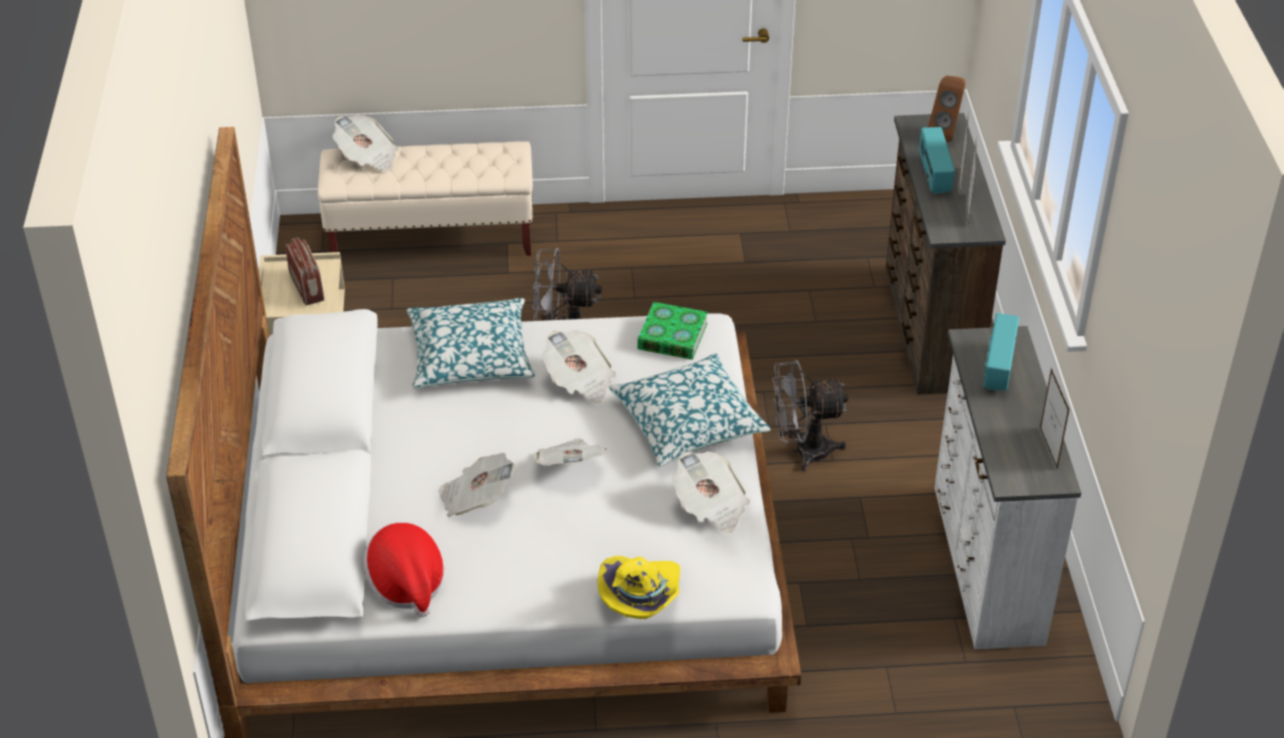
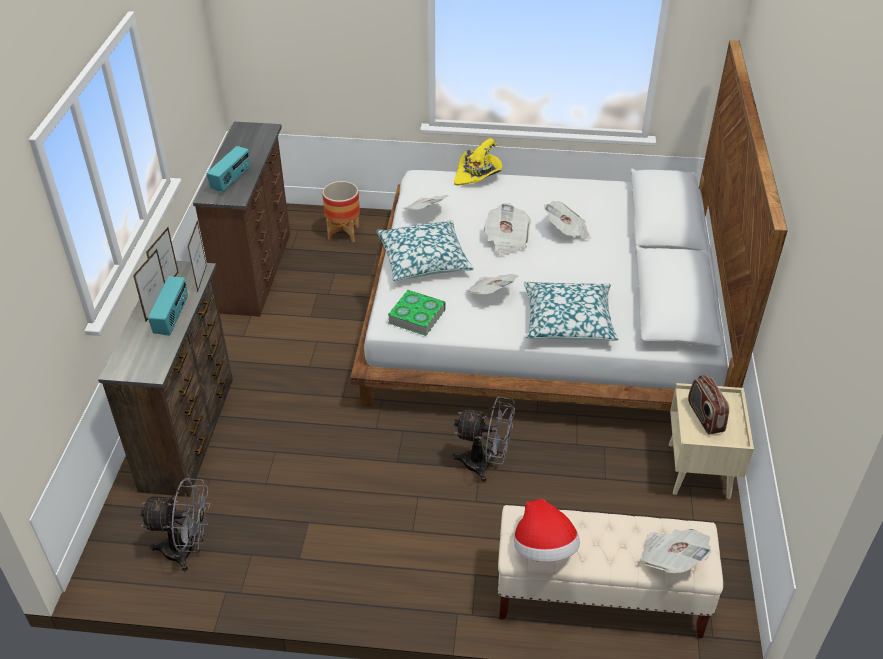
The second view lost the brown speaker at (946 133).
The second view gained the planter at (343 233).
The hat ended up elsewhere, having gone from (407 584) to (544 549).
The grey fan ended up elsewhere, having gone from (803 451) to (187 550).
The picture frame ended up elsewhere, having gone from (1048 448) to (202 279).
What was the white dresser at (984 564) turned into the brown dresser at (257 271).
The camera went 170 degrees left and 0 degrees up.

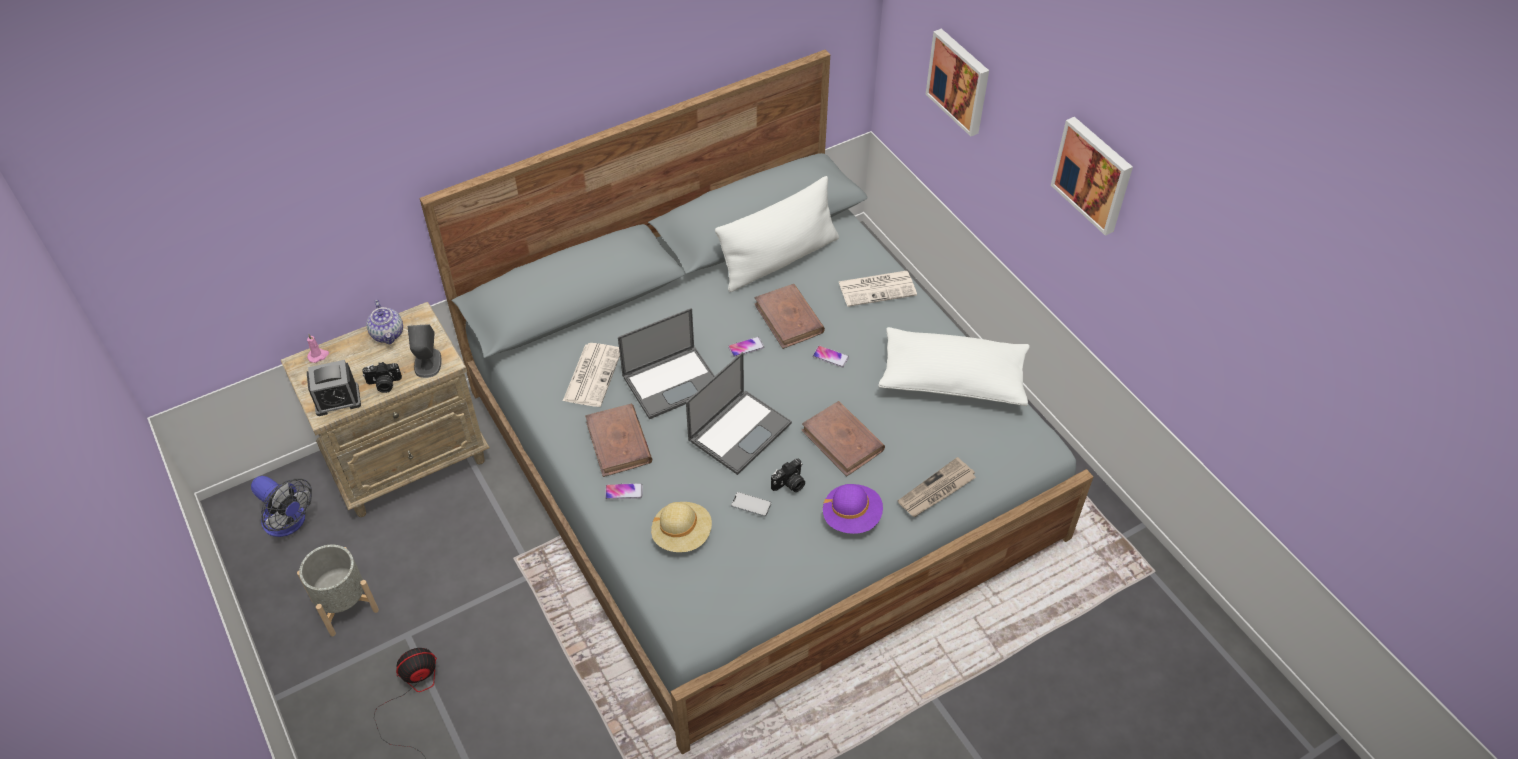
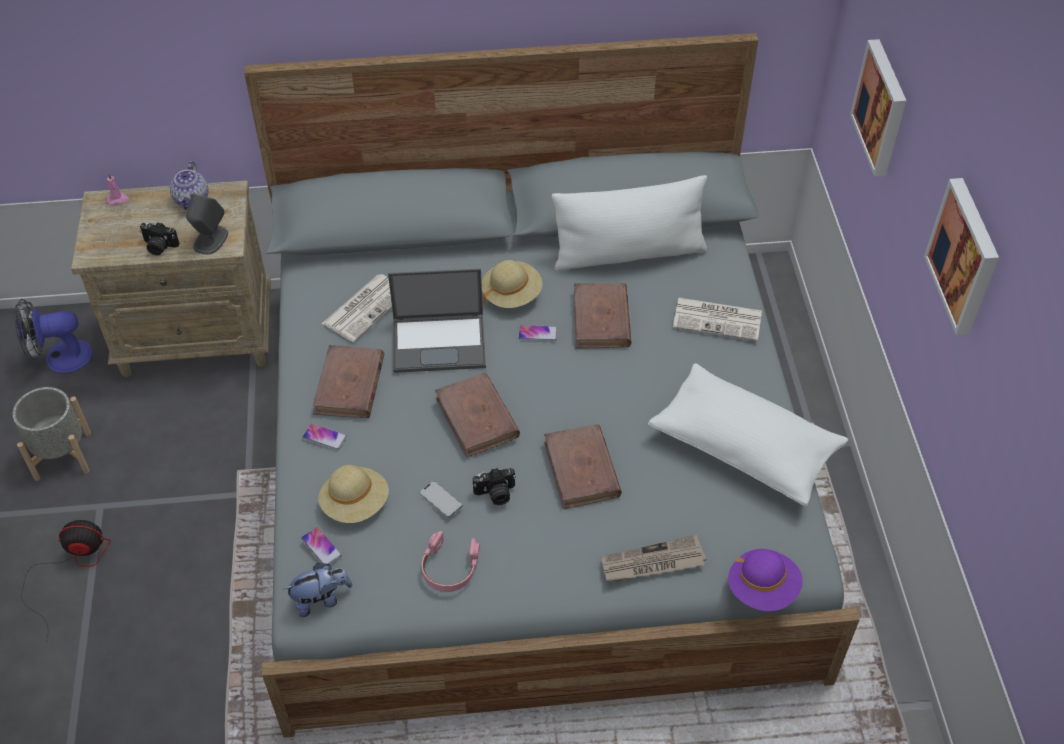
The second view lost the alarm clock at (337 400).
The second view gained the plush toy at (321 599).
The second view gained the pink headphones at (449 568).
The second view gained the beige hat at (511 294).
The phone ended up elsewhere, having gone from (830 357) to (321 547).
The purple hat ended up elsewhere, having gone from (852 517) to (763 588).
Where the laptop stood at (740 430), the brown book came to stand at (477 418).
The fan at (289 523) ended up facing another way, 105 degrees clockwise from before.
The camera went 25 degrees right and 0 degrees up.

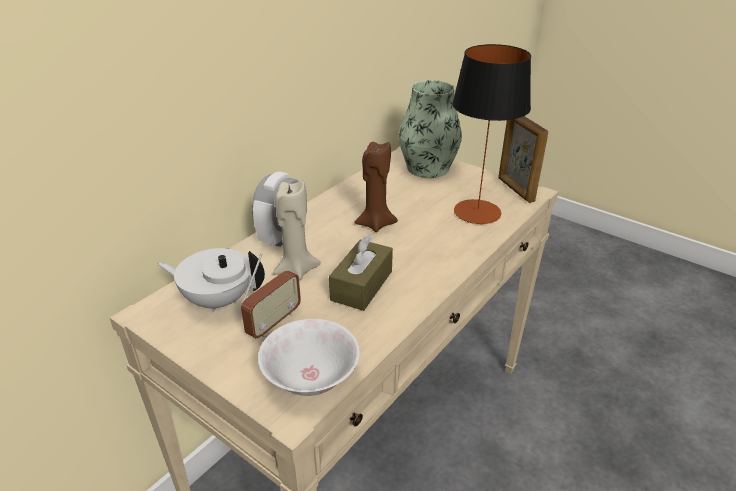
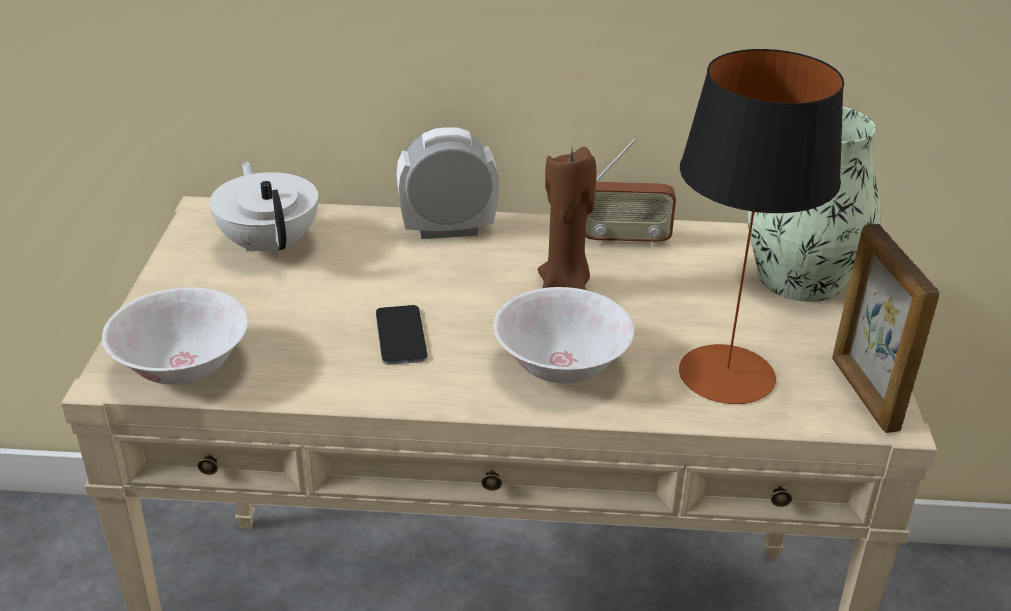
The second view lost the beige candle at (296 270).
The second view gained the white bowl at (562 367).
The radio ended up elsewhere, having gone from (274 323) to (625 241).
Where the brown tissue box stood at (361 285), the phone came to stand at (401 335).
The picture frame at (515 190) ended up facing another way, 45 degrees counterclockwise from before.
The camera went 55 degrees right and 0 degrees up.

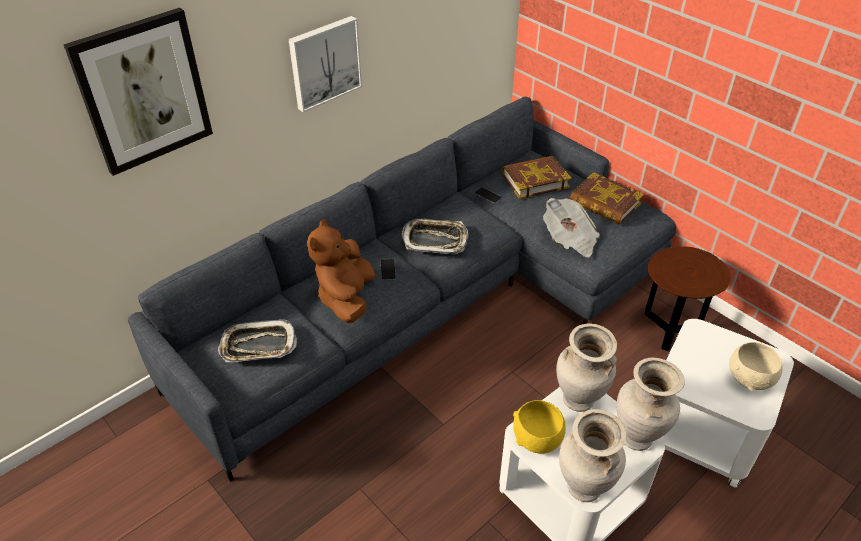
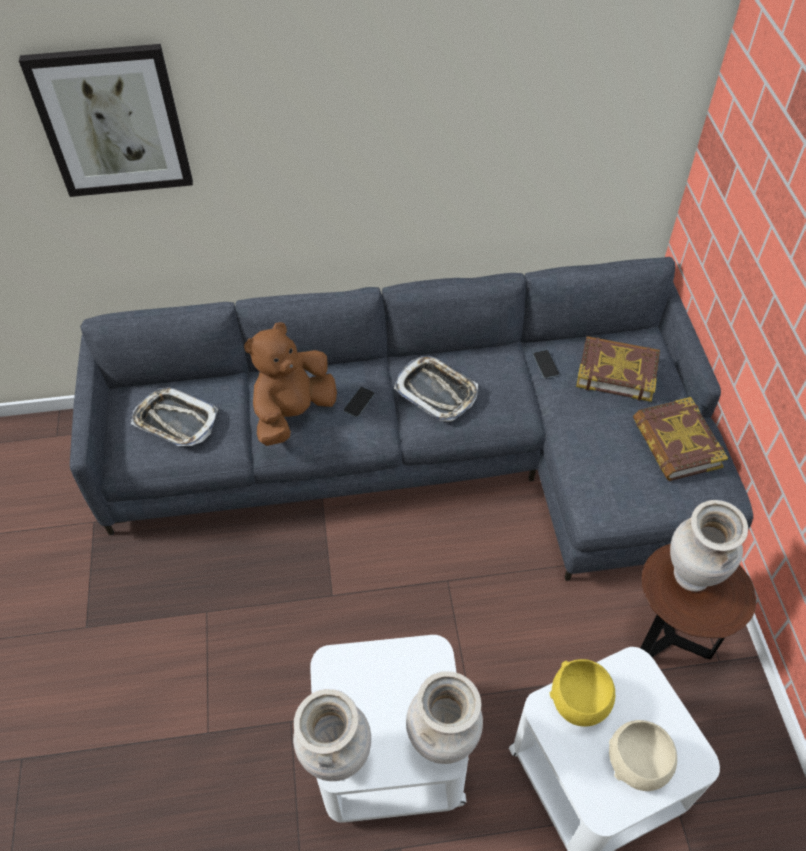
The second view lost the picture at (324 62).
The second view lost the newspaper at (570 239).
The yellow bowl ended up elsewhere, having gone from (537 440) to (579 703).
The beige vase ended up elsewhere, having gone from (578 401) to (690 577).
The camera went 35 degrees right and 10 degrees up.

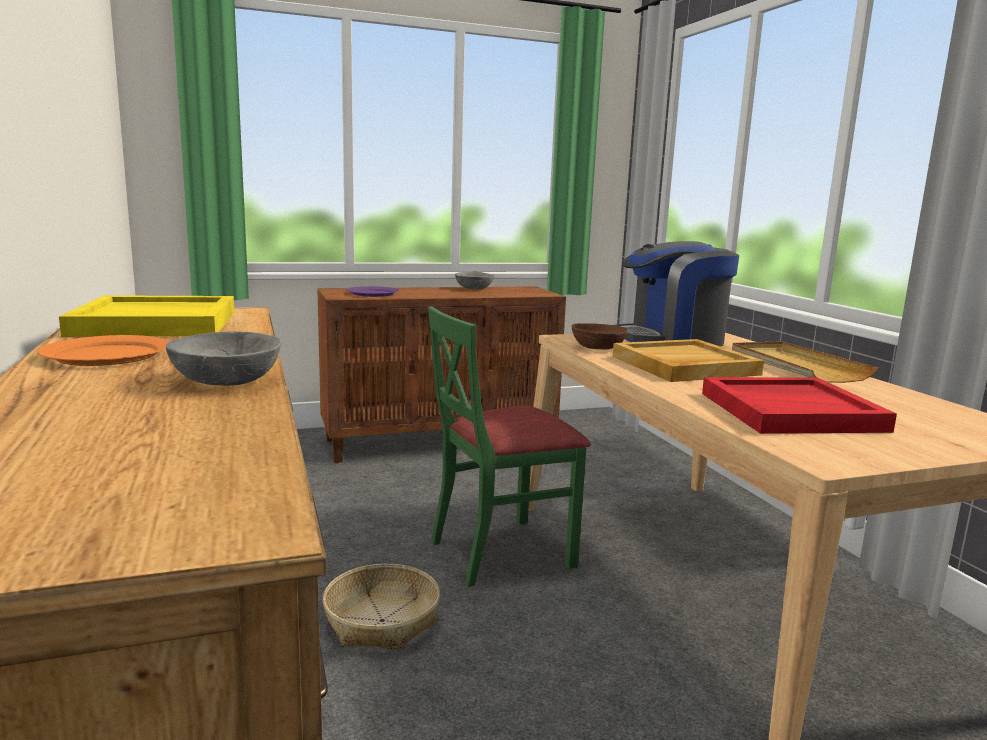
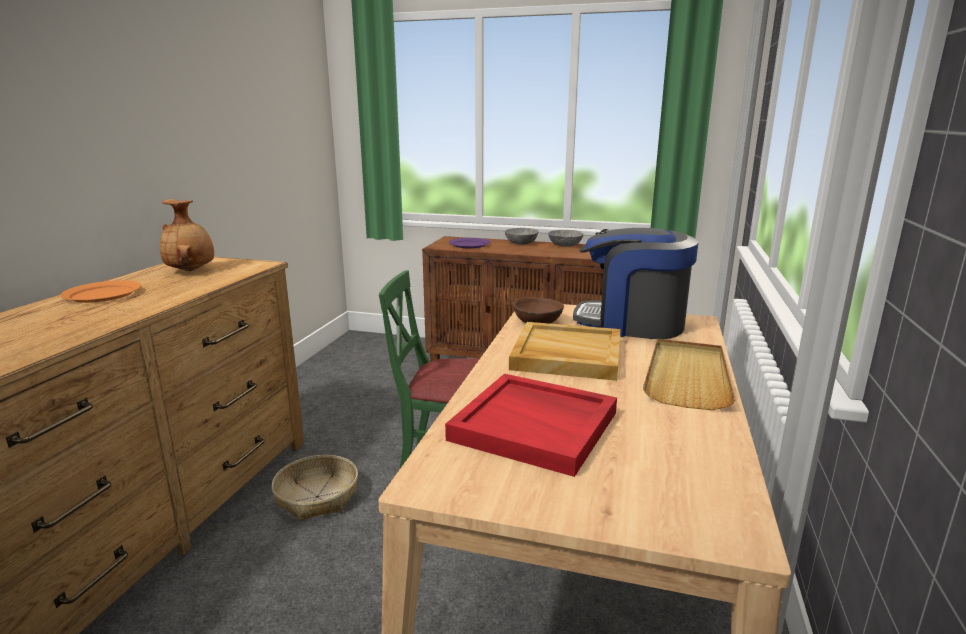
The grey bowl ended up elsewhere, having gone from (226 380) to (521 243).
Where the yellow tray stood at (158 323), the brown vase came to stand at (191 270).
The camera went 35 degrees right and 5 degrees up.

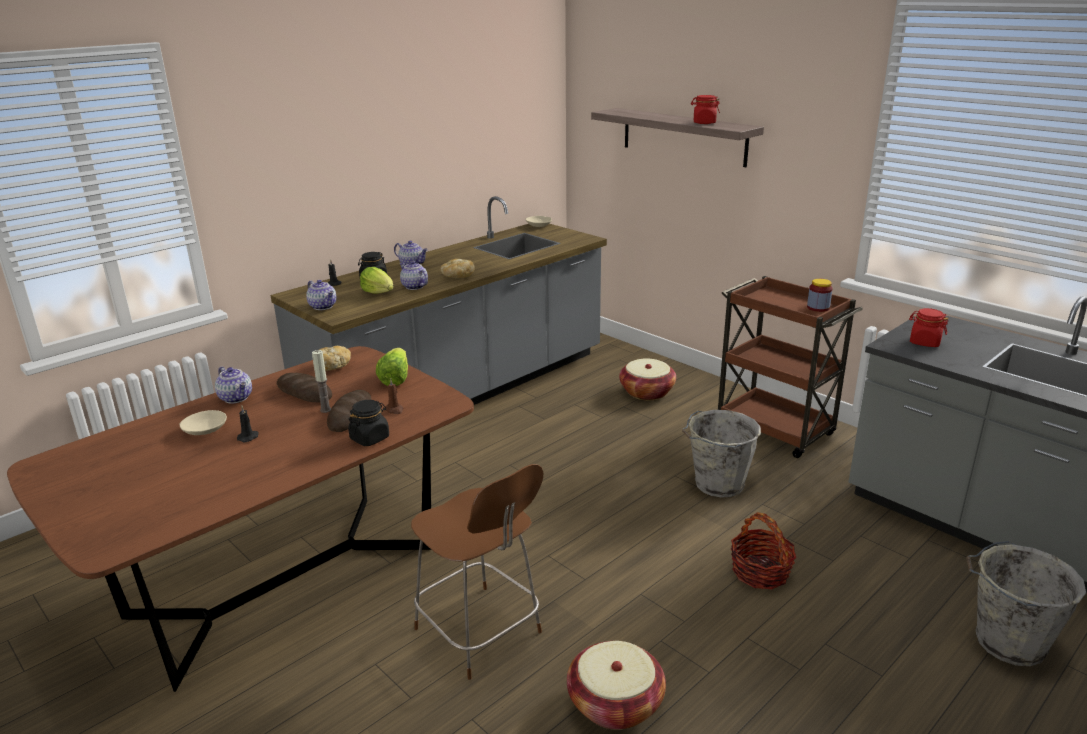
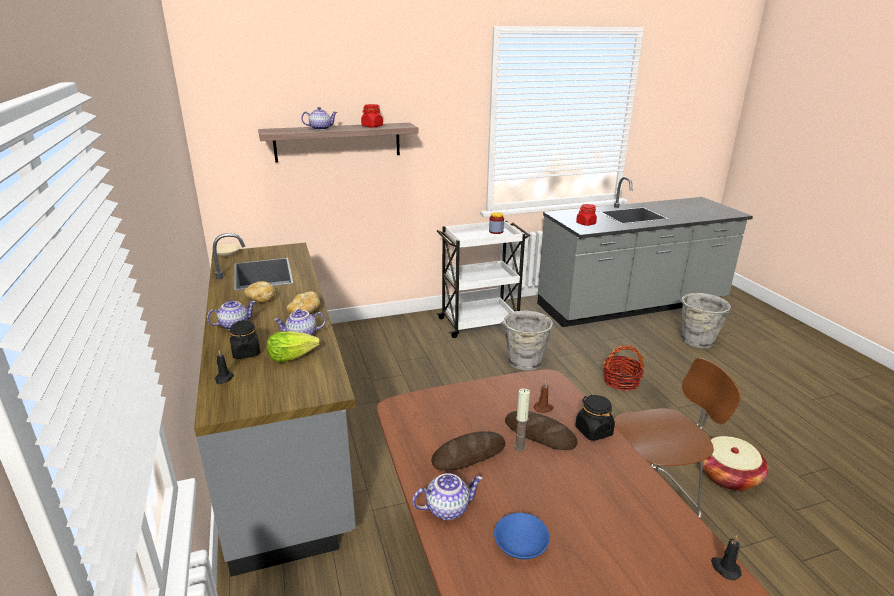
The second view lost the lettuce at (395 379).
The second view lost the basket at (647 392).
The black candle ended up elsewhere, having gone from (248 437) to (725 568).
The teapot ended up elsewhere, having gone from (323 306) to (320 129).
The bread ended up elsewhere, having gone from (333 366) to (261 299).
What was the beige bowl at (204 430) turned into the blue bowl at (520 545).
What was the brown cart at (775 430) turned into the white cart at (479 322).
The camera went 65 degrees left and 0 degrees up.

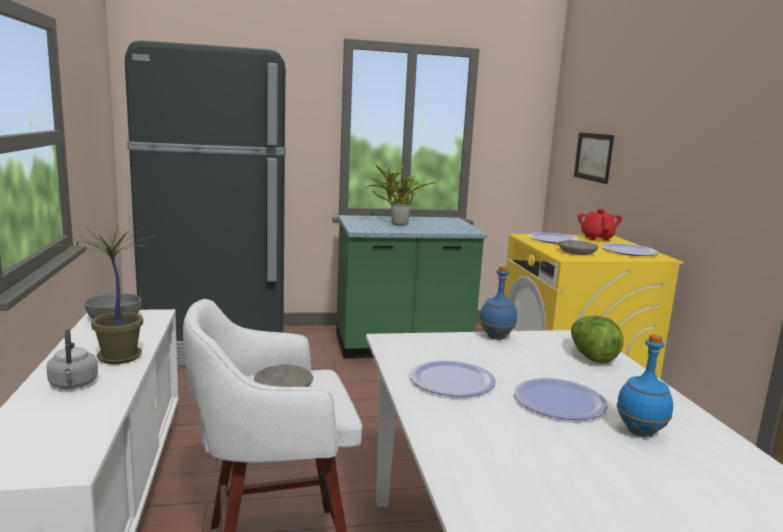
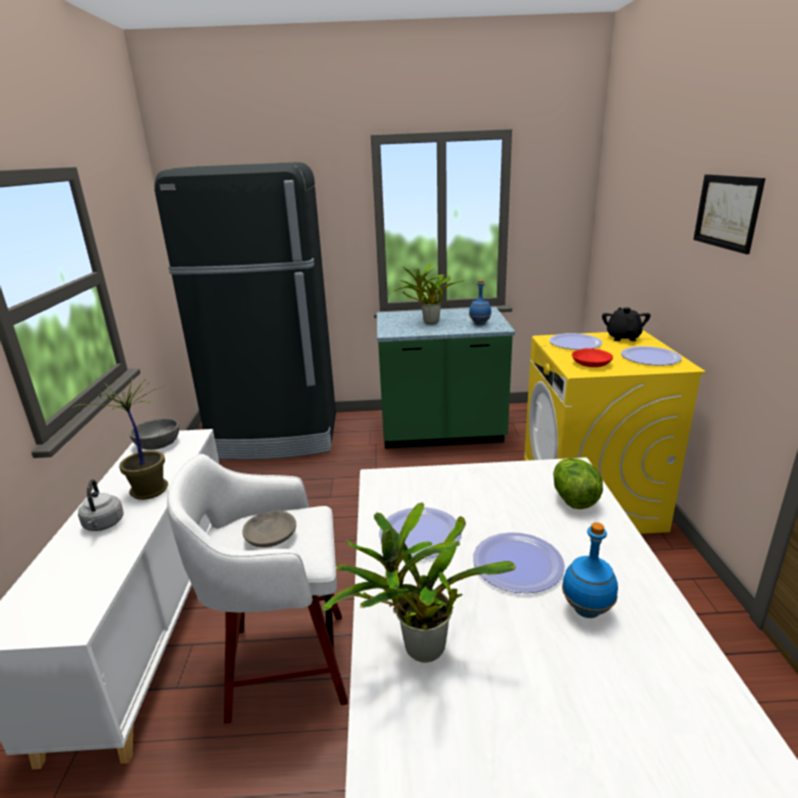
The second view gained the potted plant at (418 649).
The blue bottle ended up elsewhere, having gone from (496 337) to (480 324).
The picture ended up elsewhere, having gone from (593 157) to (727 212).
What was the grey bowl at (576 253) turned into the red bowl at (590 363).
What was the red teapot at (597 238) turned into the black teapot at (623 337).
The camera went 10 degrees right and 10 degrees up.

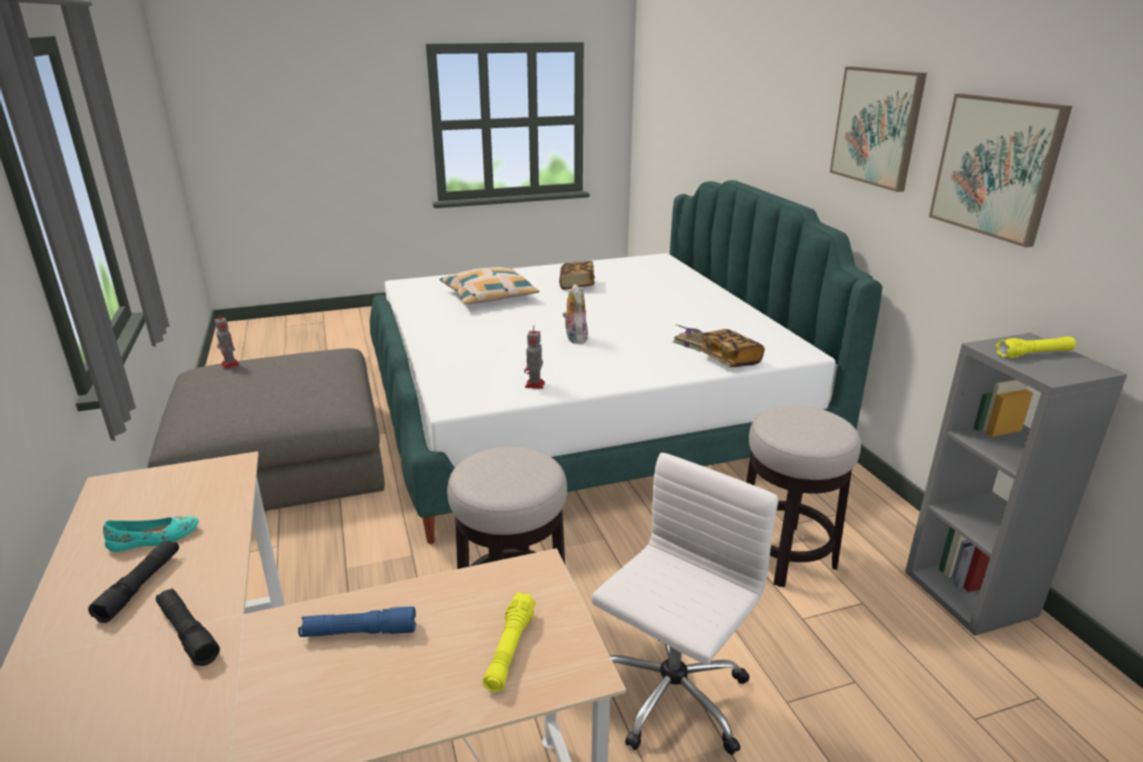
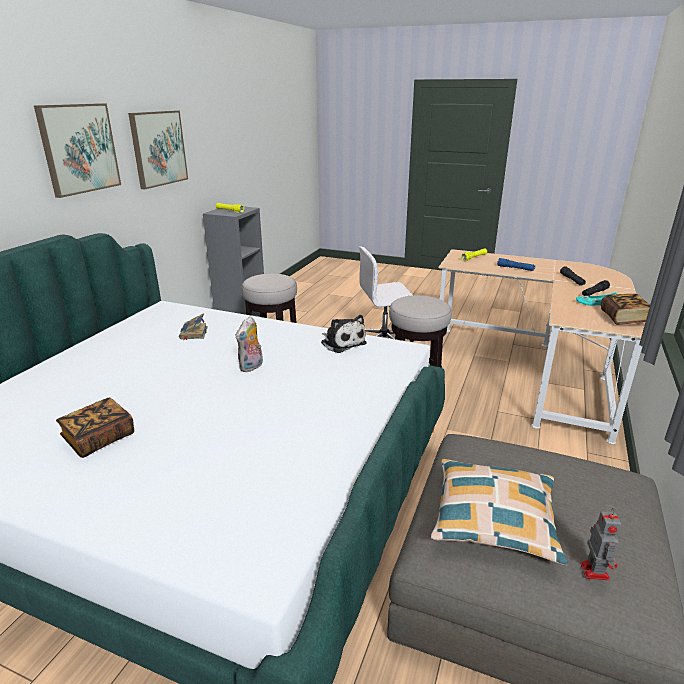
The pillow ended up elsewhere, having gone from (489 296) to (494 518).
The book ended up elsewhere, having gone from (729 360) to (623 319).
Where the toy robot stood at (534 385), the plush toy came to stand at (342 343).
The camera went 140 degrees left and 0 degrees up.

